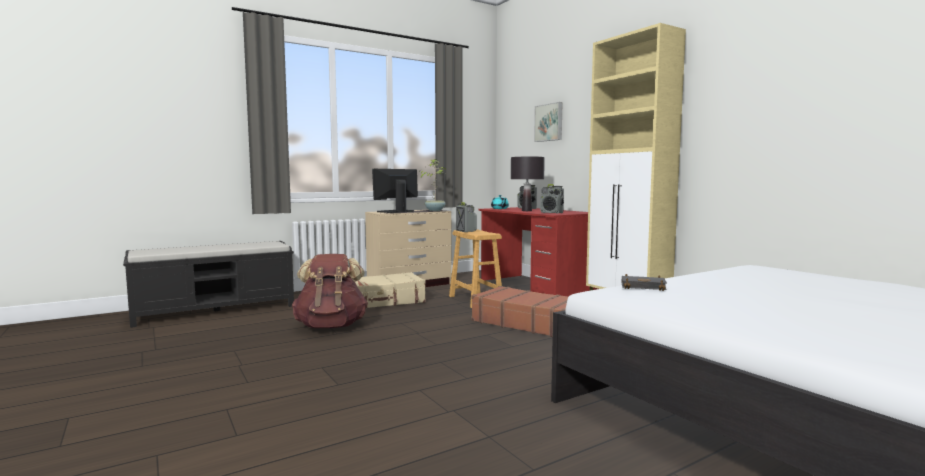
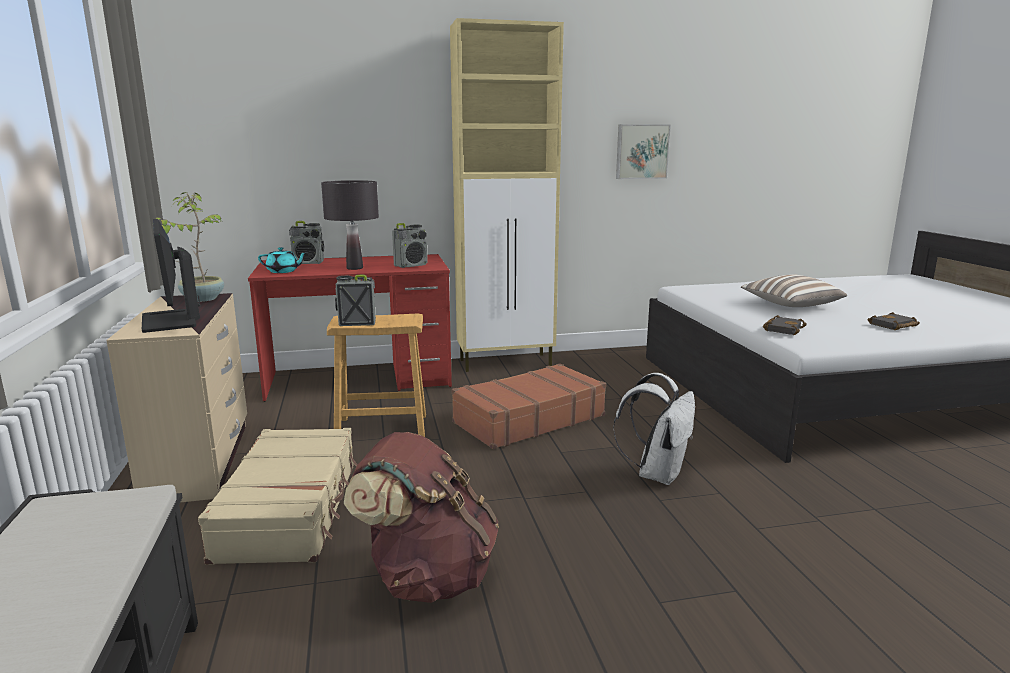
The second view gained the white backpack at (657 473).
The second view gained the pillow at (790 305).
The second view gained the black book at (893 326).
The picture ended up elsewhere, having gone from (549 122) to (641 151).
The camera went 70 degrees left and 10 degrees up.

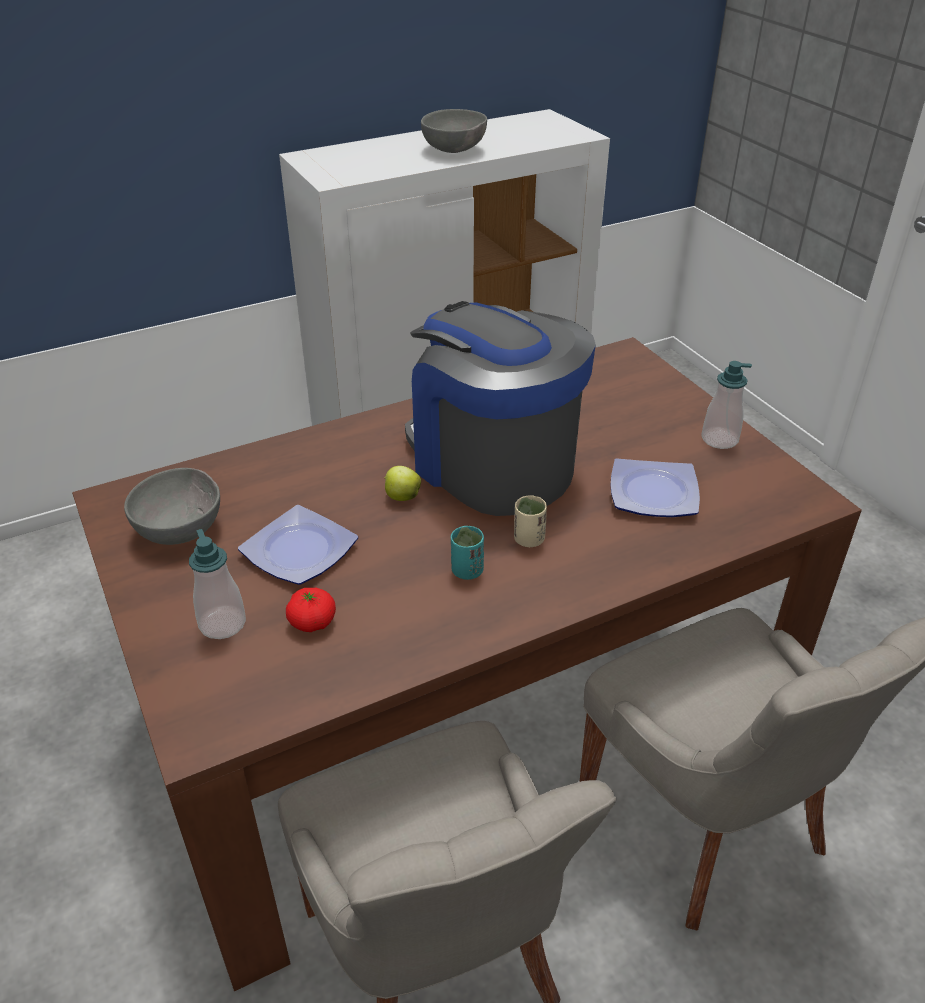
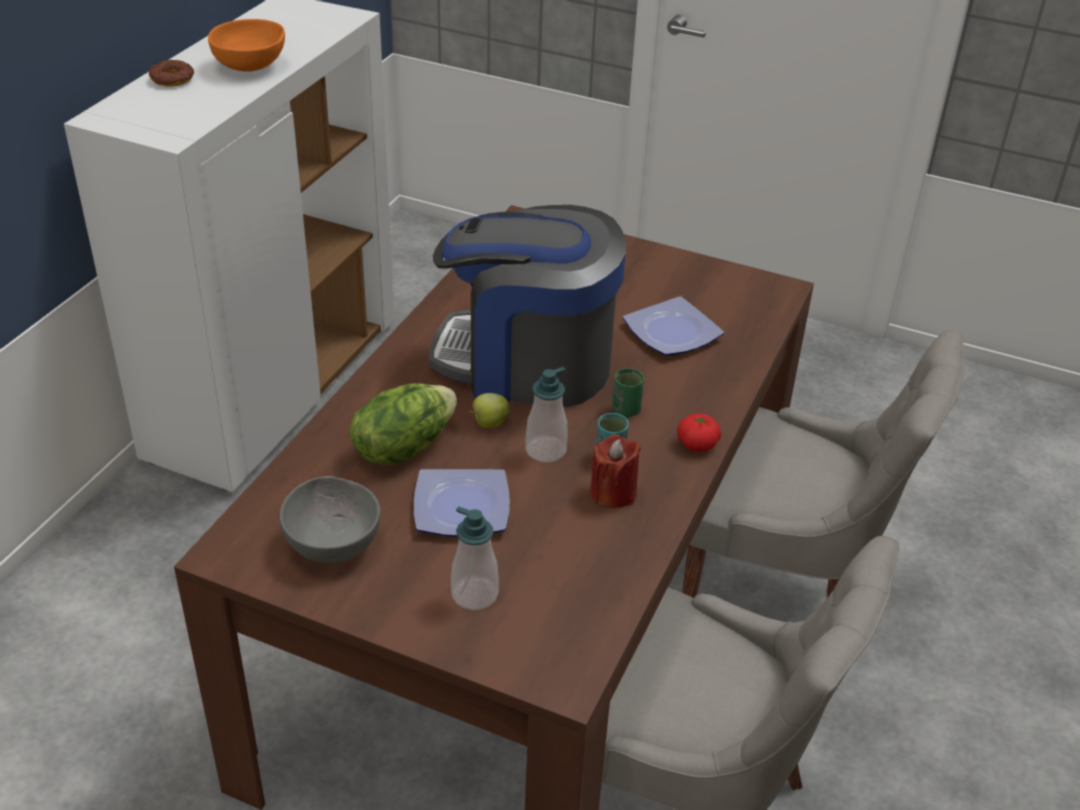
The second view gained the donut at (172 79).
The second view gained the lettuce at (403 447).
The second view gained the red candle at (613 493).
The tomato ended up elsewhere, having gone from (312 622) to (697 444).
The soap dispenser ended up elsewhere, having gone from (719 439) to (545 450).
What was the grey bowl at (455 150) turned into the orange bowl at (252 67).
What was the beige cup at (529 539) turned into the green cup at (626 410).
The camera went 40 degrees left and 0 degrees up.

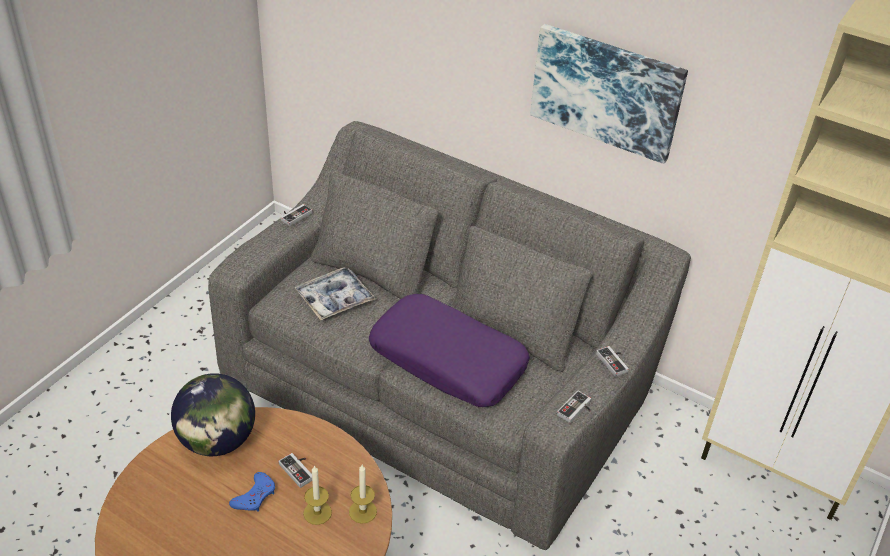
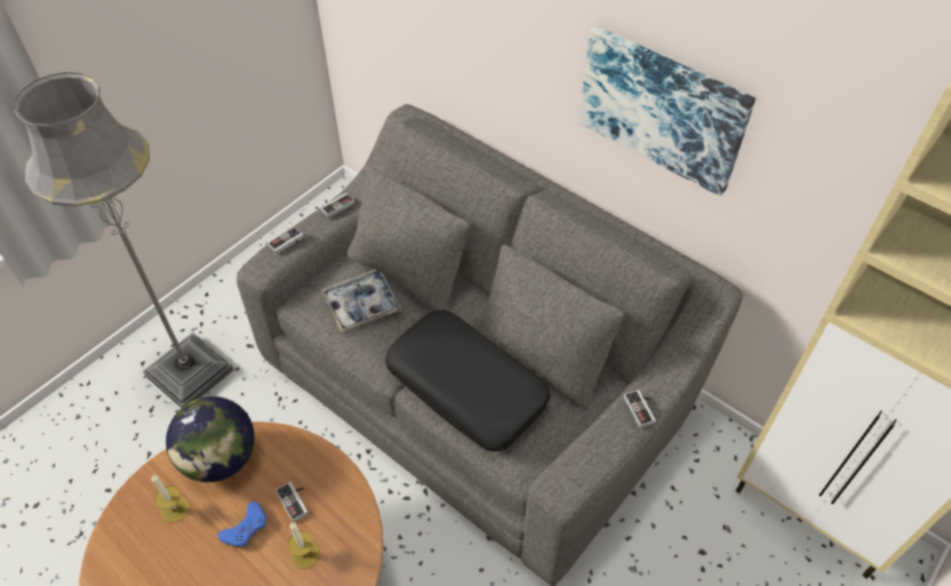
The second view gained the grey floor lamp at (190 373).
The candle ended up elsewhere, having gone from (362 511) to (175 509).
The game controller ended up elsewhere, having gone from (576 410) to (288 243).
What was the purple pillow at (448 361) turned into the black pillow at (467 387).
The camera went 10 degrees right and 10 degrees up.

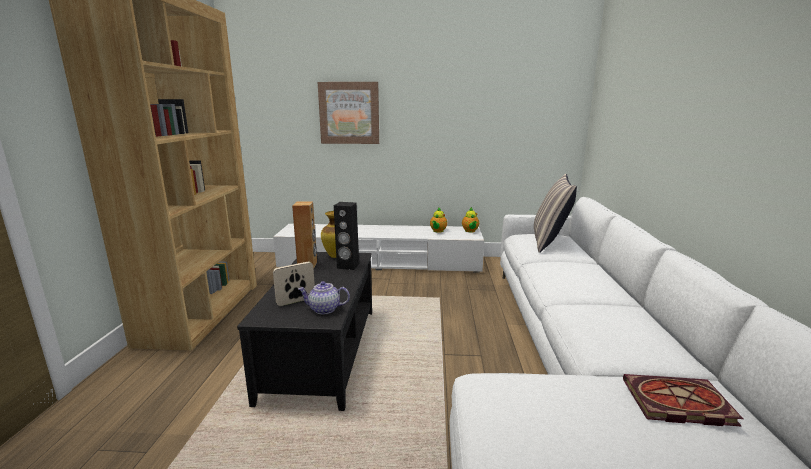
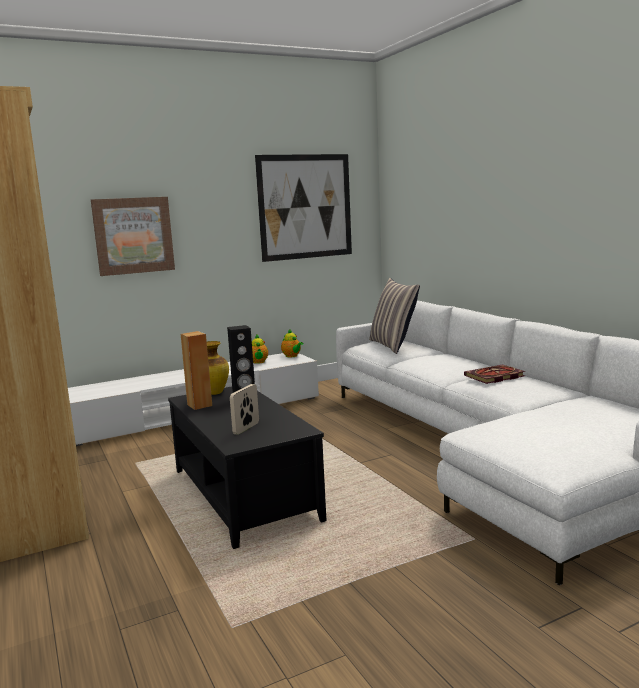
The second view lost the teapot at (324 309).
The second view gained the picture at (305 207).
The book ended up elsewhere, having gone from (675 403) to (494 377).
The camera went 30 degrees left and 5 degrees down.

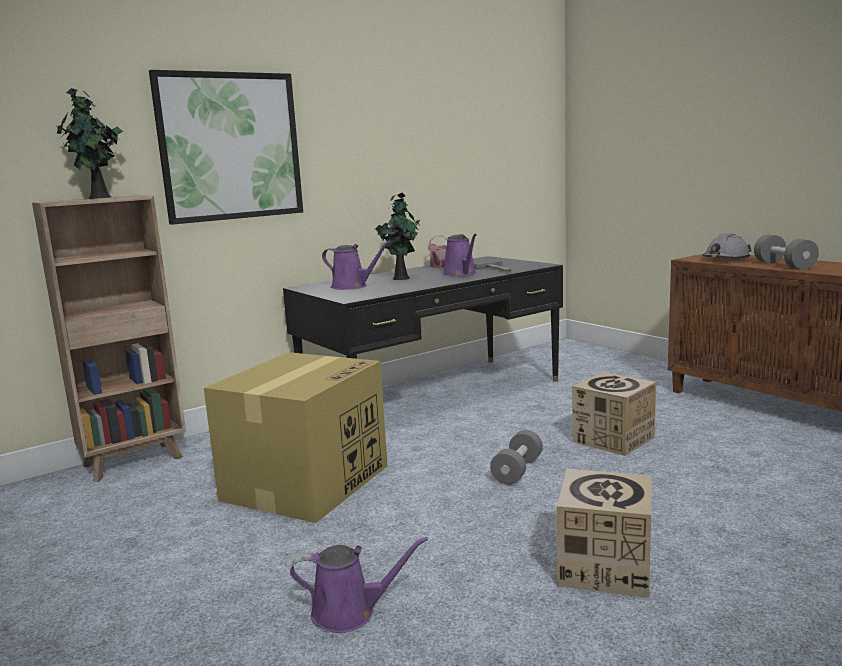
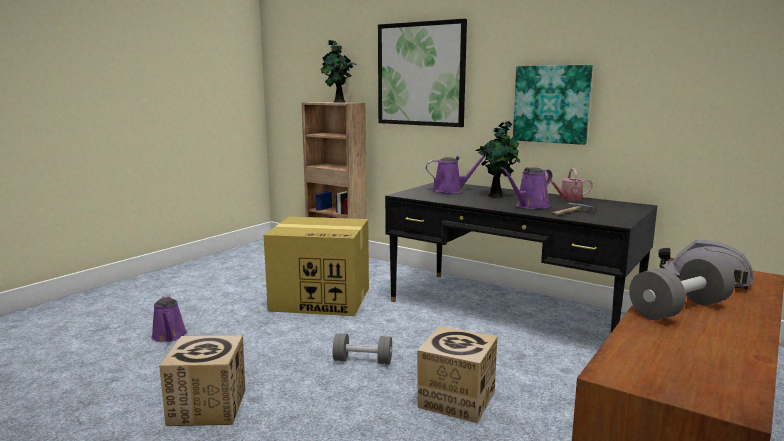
The second view gained the picture at (551 104).
The purple watering can at (352 286) ended up facing another way, 105 degrees counterclockwise from before.
The camera went 70 degrees right and 0 degrees up.

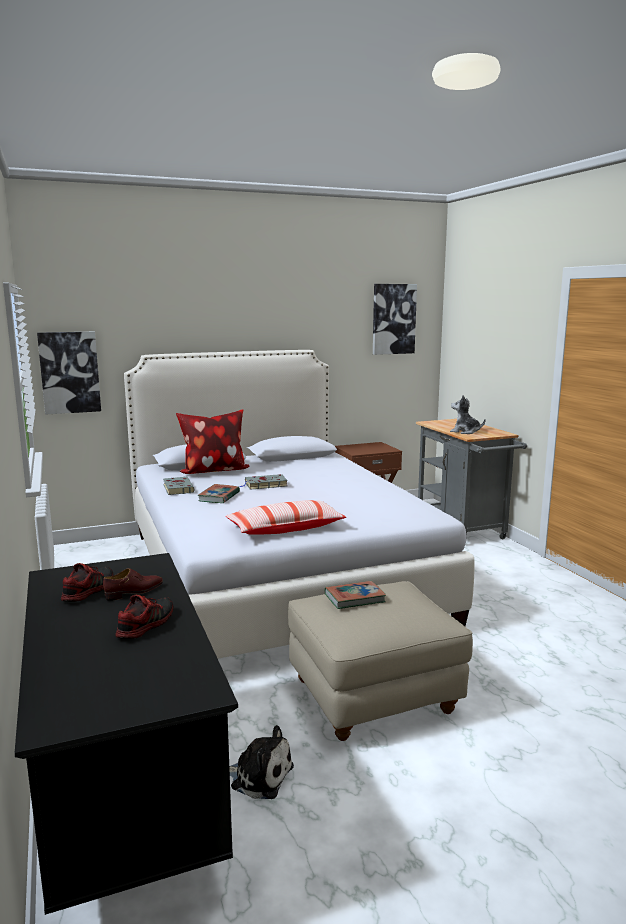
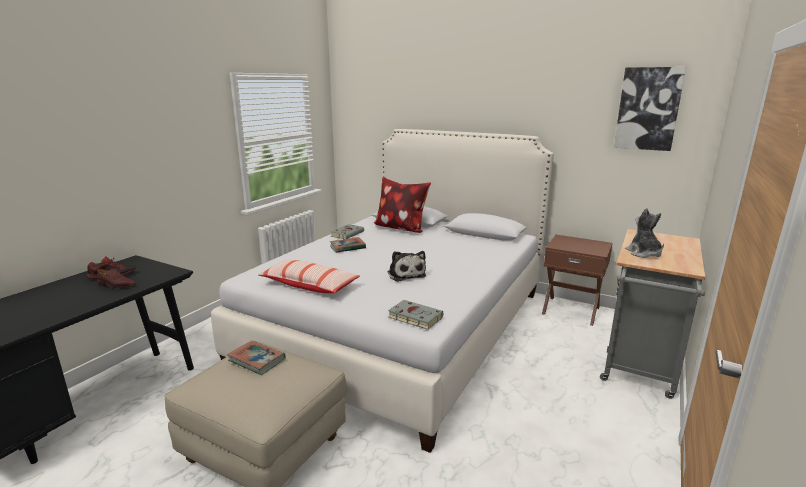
The second view lost the picture at (69 372).
The second view lost the shoe at (145 625).
The plush toy ended up elsewhere, having gone from (258 776) to (405 274).
The grey book ended up elsewhere, having gone from (264 485) to (414 317).
The camera went 50 degrees right and 5 degrees up.

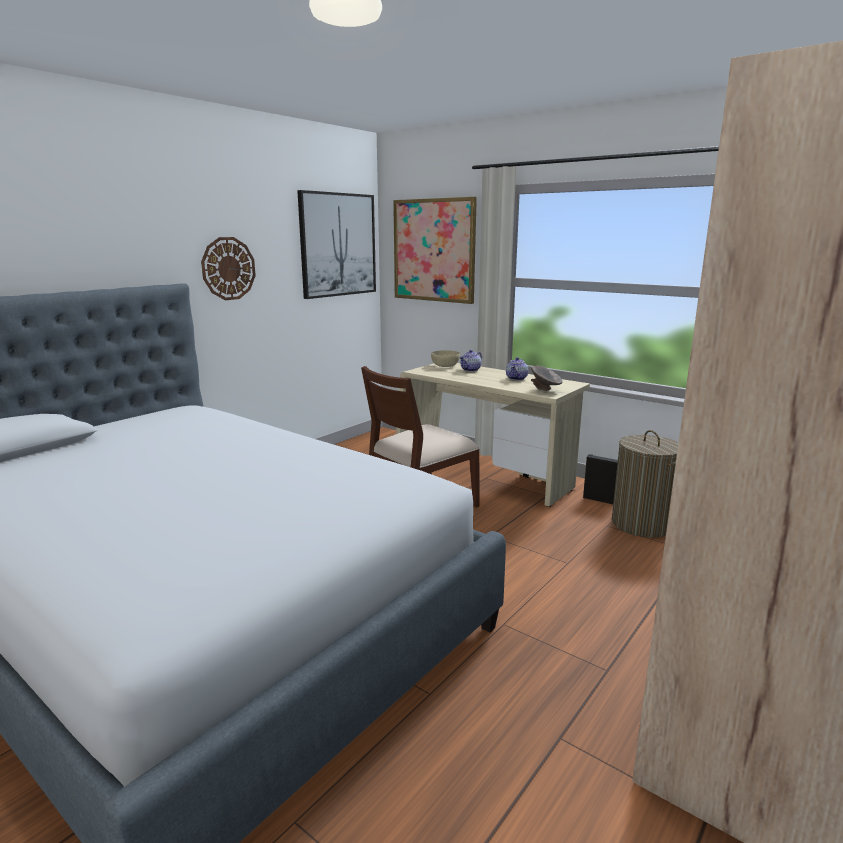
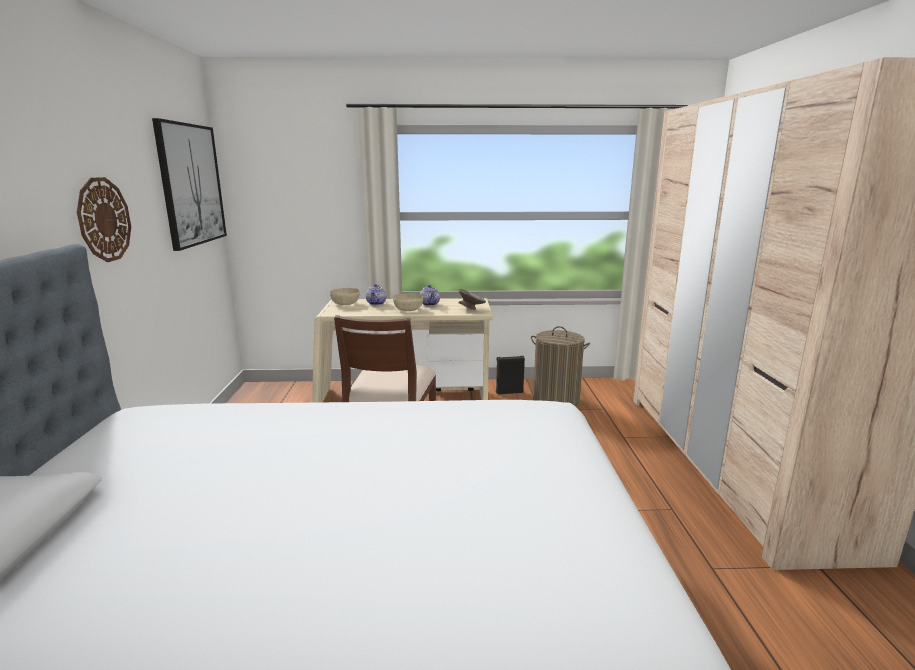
The second view lost the picture at (434 250).
The second view gained the beige bowl at (408 309).
The camera went 40 degrees left and 0 degrees up.

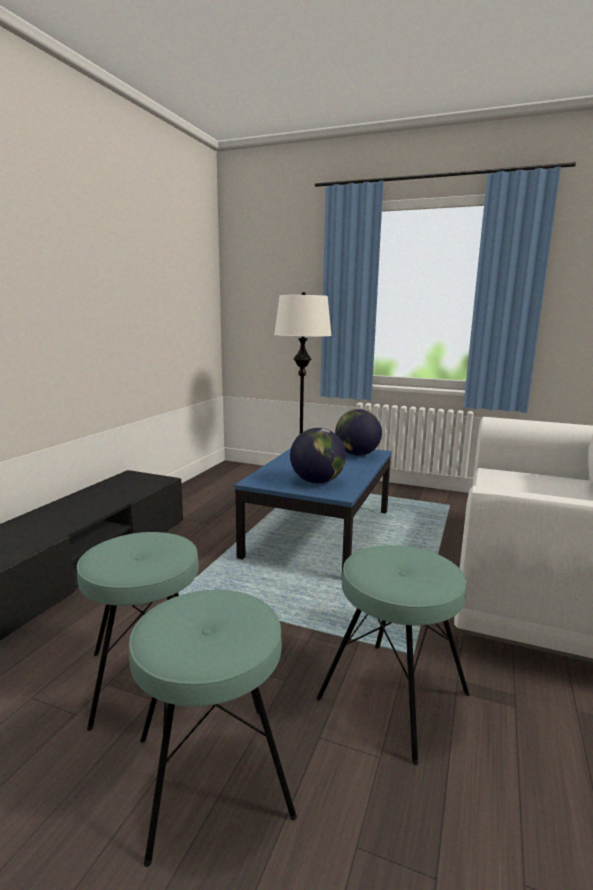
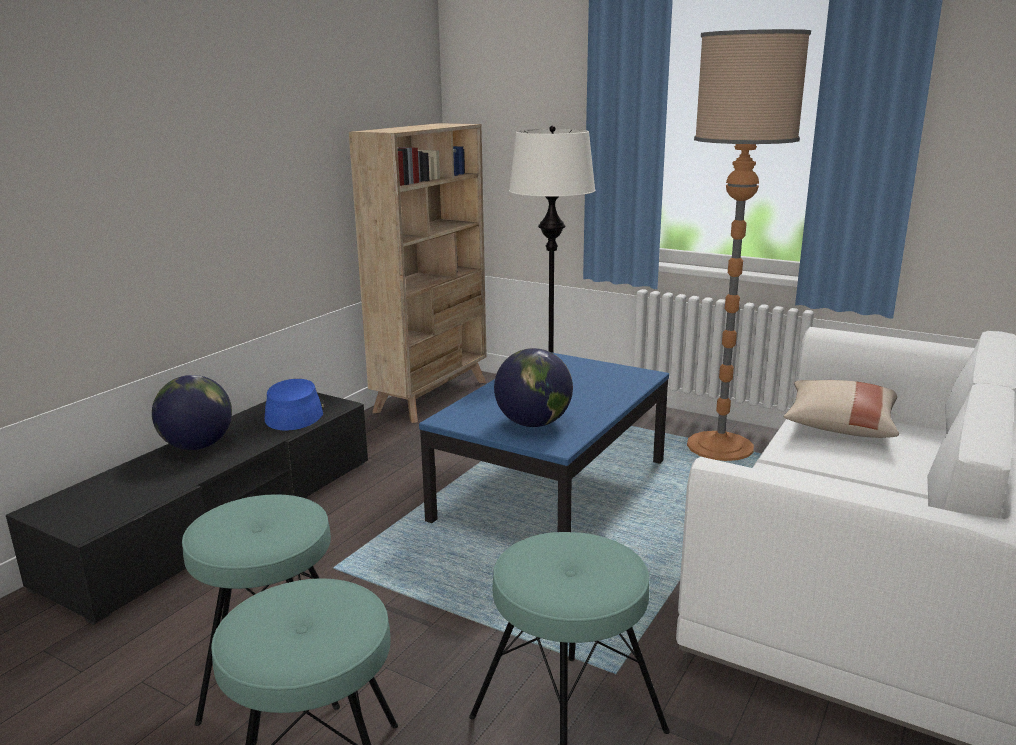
The second view gained the blue hat at (295 413).
The second view gained the beige bookcase at (432 396).
The second view gained the floor lamp at (720 447).
The second view gained the beige pillow at (839 426).
The globe ended up elsewhere, having gone from (357 454) to (197 446).
The camera went 10 degrees right and 5 degrees up.

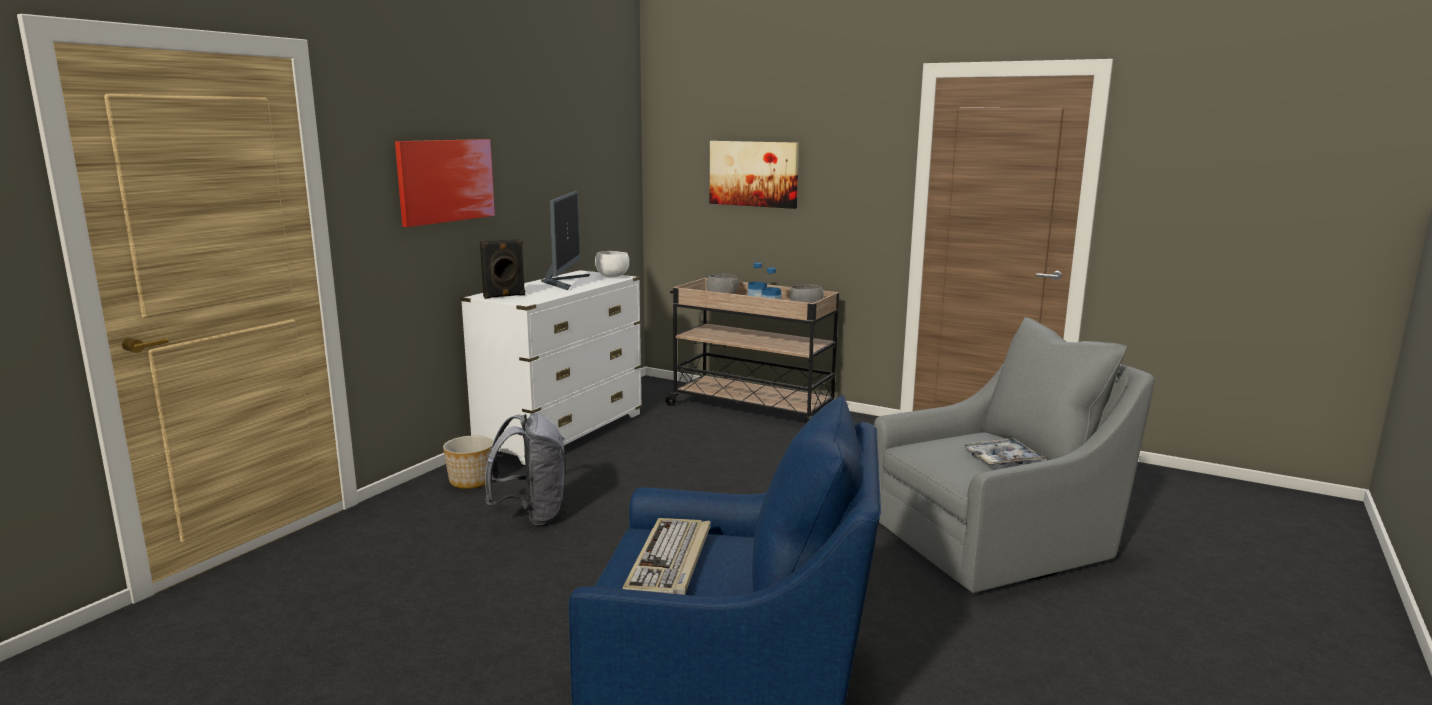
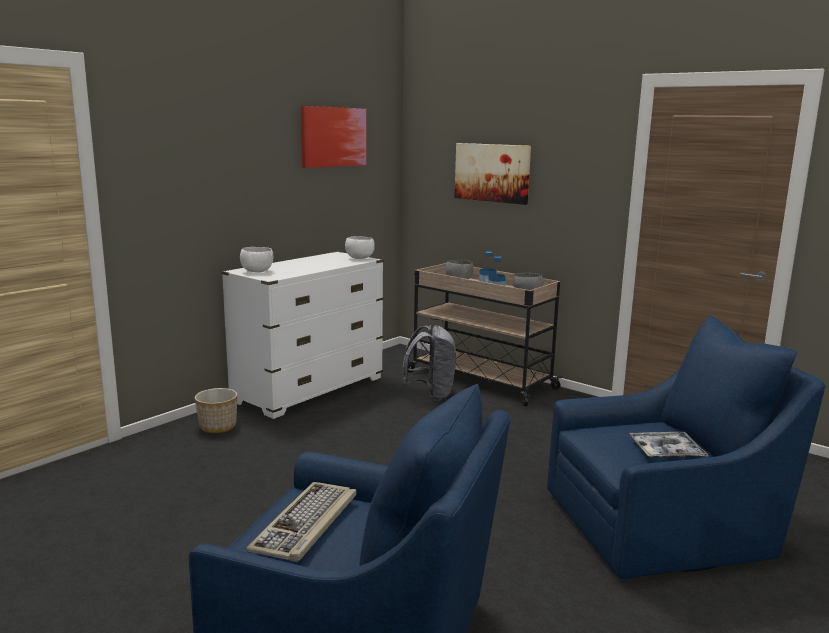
The second view lost the monitor at (564 282).
The picture ended up elsewhere, having gone from (445 180) to (333 137).
The grey backpack ended up elsewhere, having gone from (532 514) to (431 394).
Where the black speaker stood at (504 296), the white bowl came to stand at (257 271).
What was the grey armchair at (995 539) turned into the blue armchair at (664 525).
The camera went 10 degrees right and 0 degrees up.

